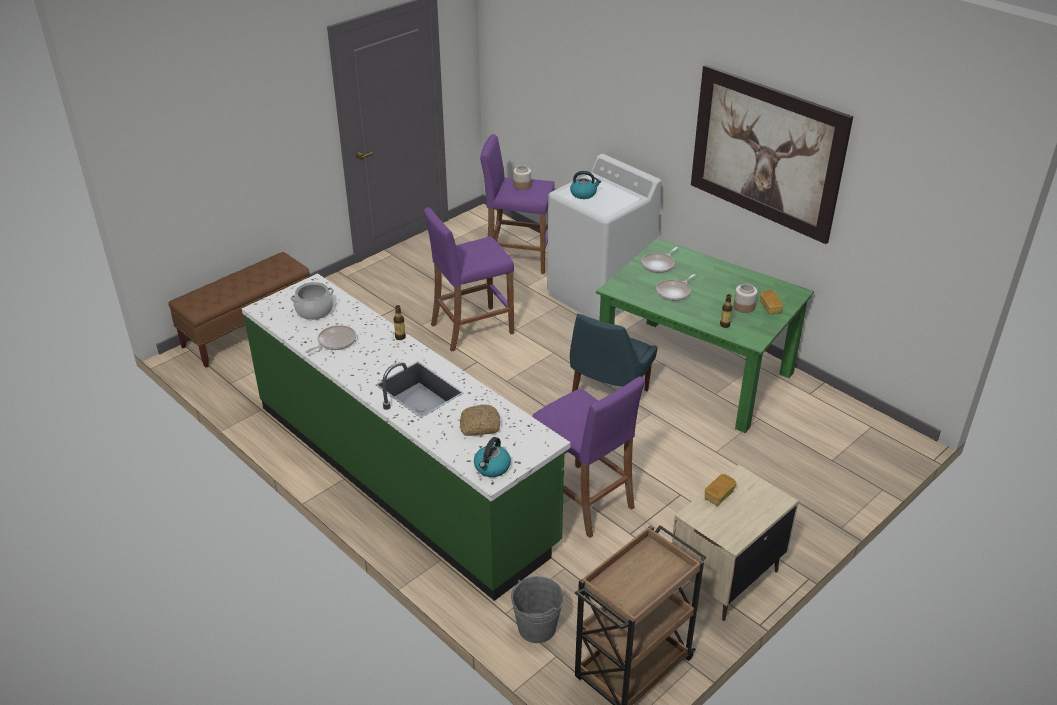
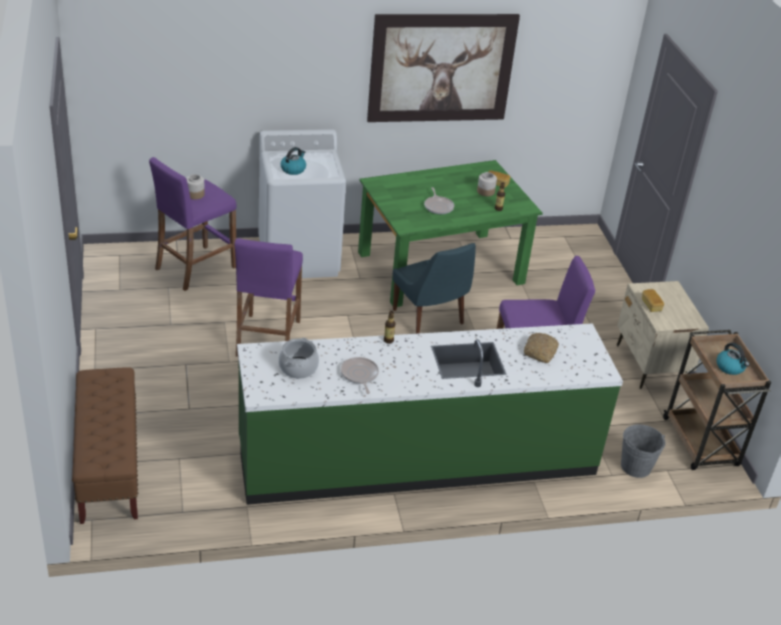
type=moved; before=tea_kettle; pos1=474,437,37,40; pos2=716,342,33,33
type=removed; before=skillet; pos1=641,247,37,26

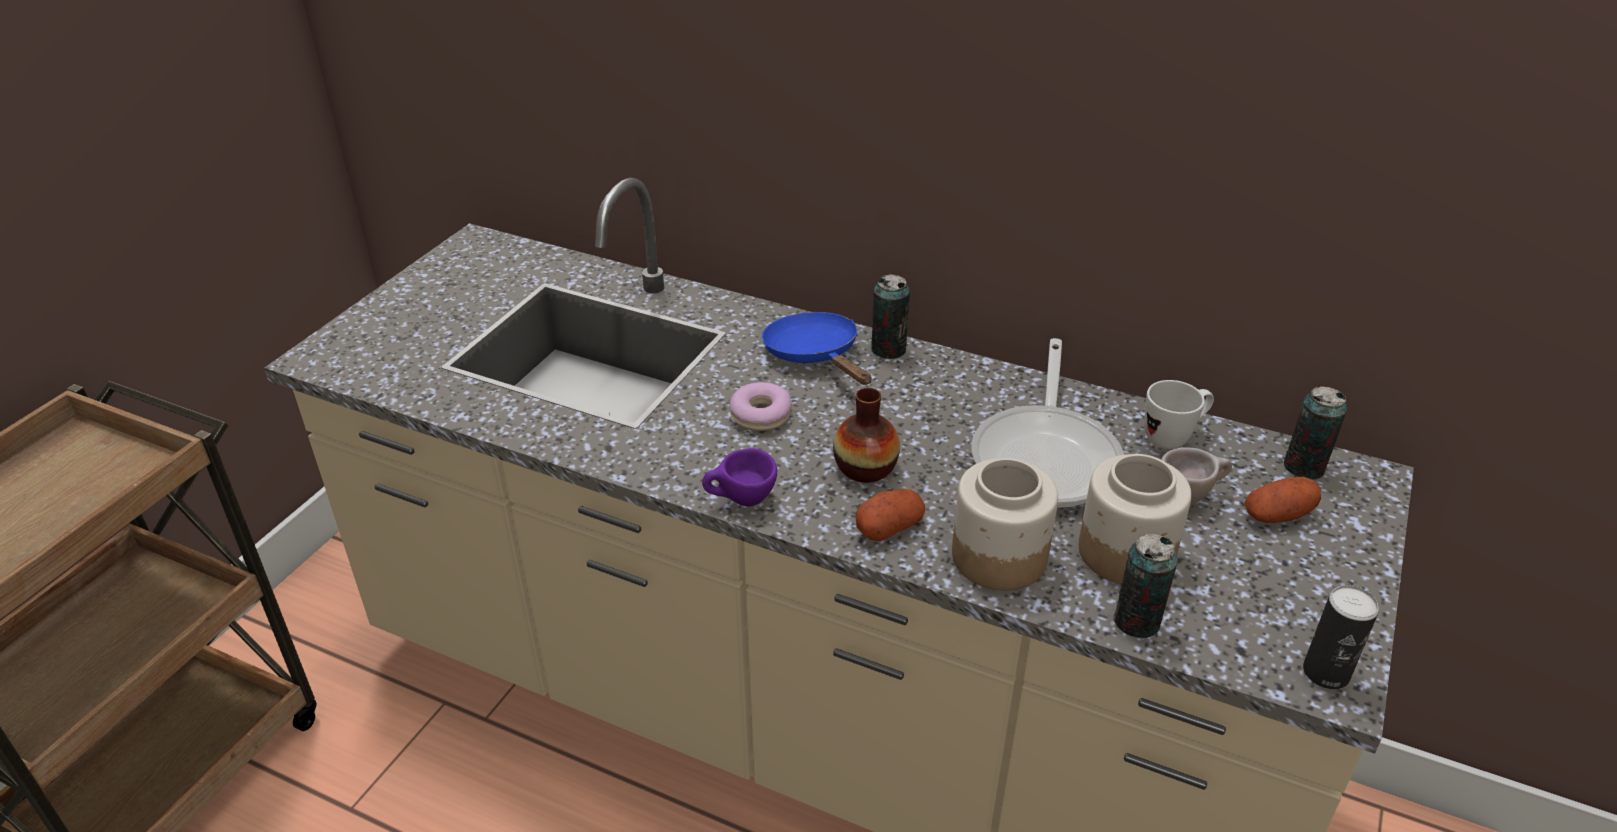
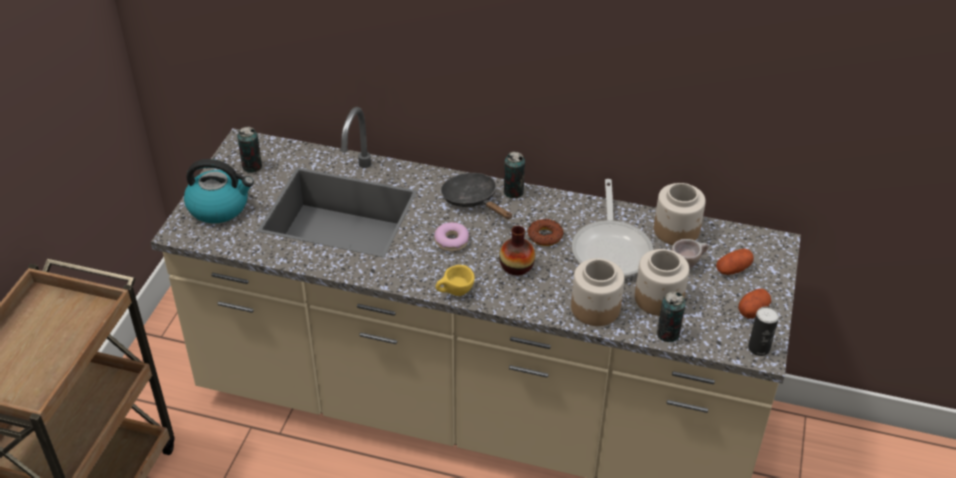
type=recoloured; before=purple_small_cup; after=yellow-coloured_small_cup; pos1=702,448,75,59; pos2=435,265,40,31
type=recoloured; before=blue-coloured_skillet; after=black-coloured_skillet; pos1=762,312,110,73; pos2=441,173,71,46
type=moved; before=spud; pos1=855,489,71,52; pos2=738,289,33,29
type=replaced; before=white-coloured_coffee_mug; after=jar; pos1=1145,380,69,69; pos2=654,183,52,62
type=moved; before=metal_can; pos1=1284,386,63,94; pos2=237,127,25,46
type=added; after=tea_kettle; pos2=184,159,70,64
type=added; after=doughnut; pos2=527,219,37,27

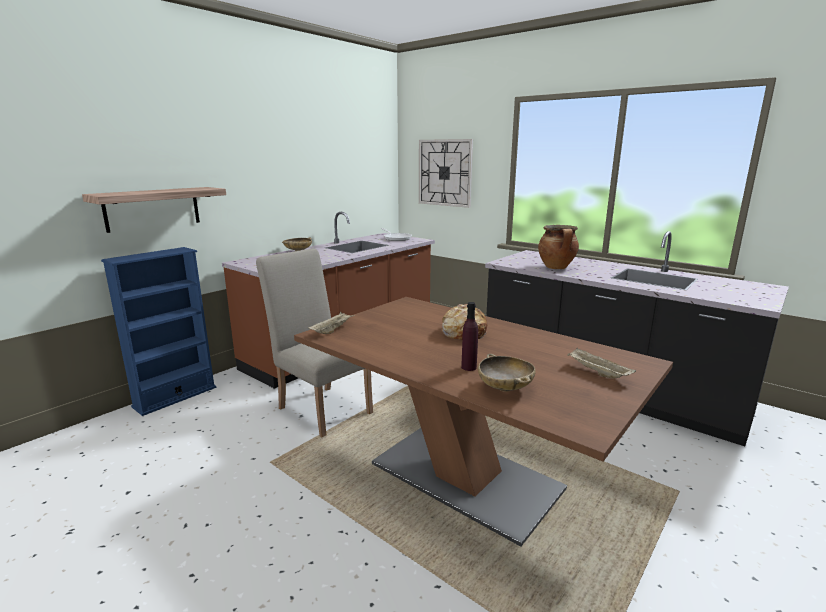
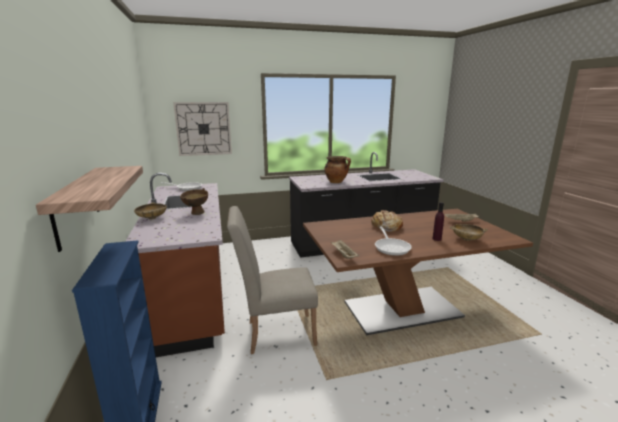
type=added; after=brown_bowl; pos2=180,188,28,27
type=added; after=skillet; pos2=375,227,37,29

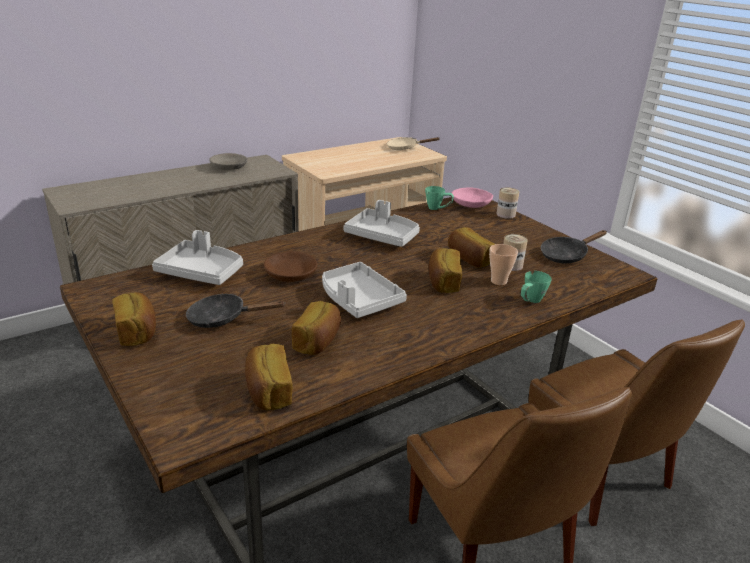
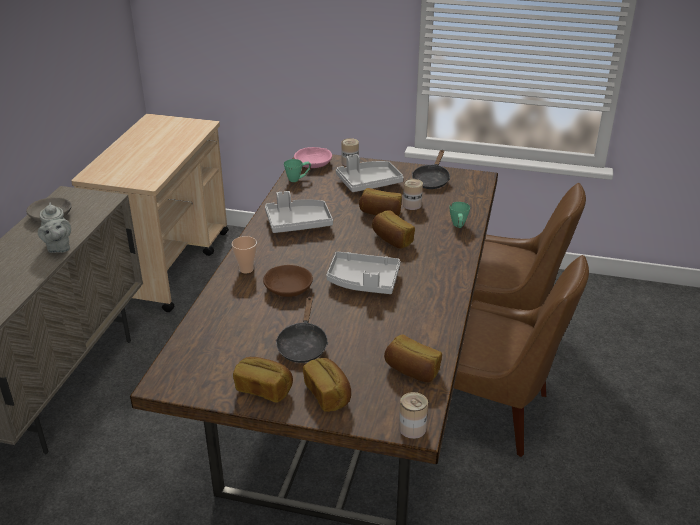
type=moved; before=grey_serving_tray; pos1=152,230,91,55; pos2=336,154,68,38
type=turned; before=black-coloured_skillet; pos1=186,294,100,34; pos2=276,296,52,67; turn=-45
type=moved; before=bakery_bread; pos1=292,301,49,54; pos2=303,358,48,54
type=removed; before=sand-coloured_skillet; pos1=387,137,53,13
type=moved; before=small_cup; pos1=489,244,29,41; pos2=232,236,25,38
type=added; after=grey_tea_pot; pos2=38,203,33,50
type=added; after=metal_can; pos2=399,392,29,47

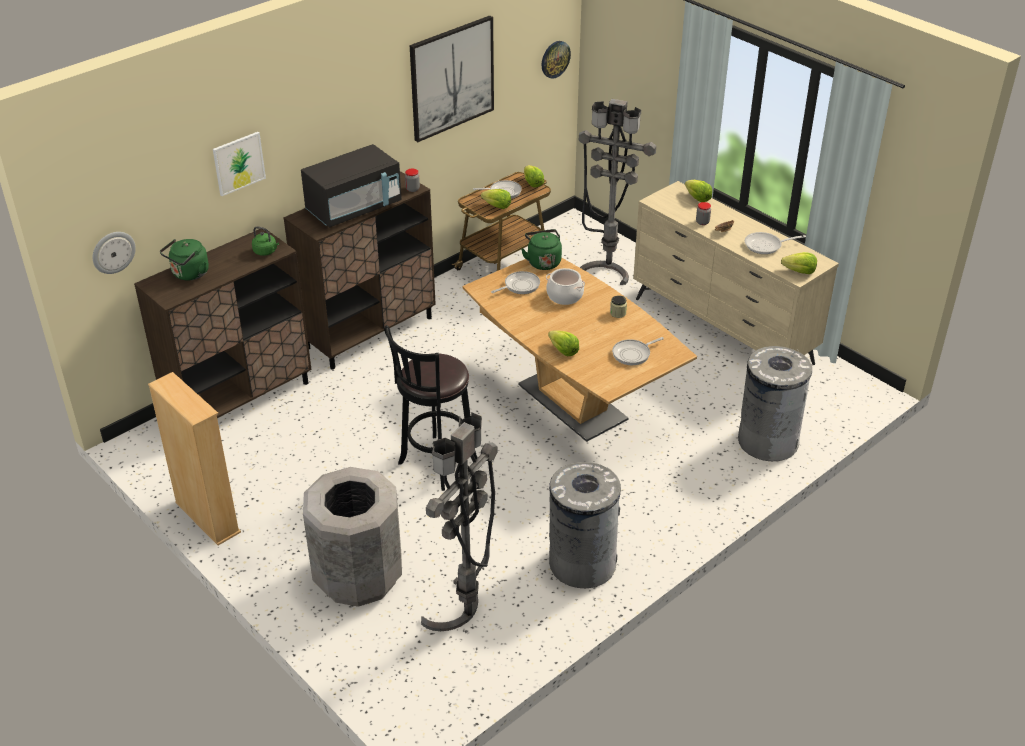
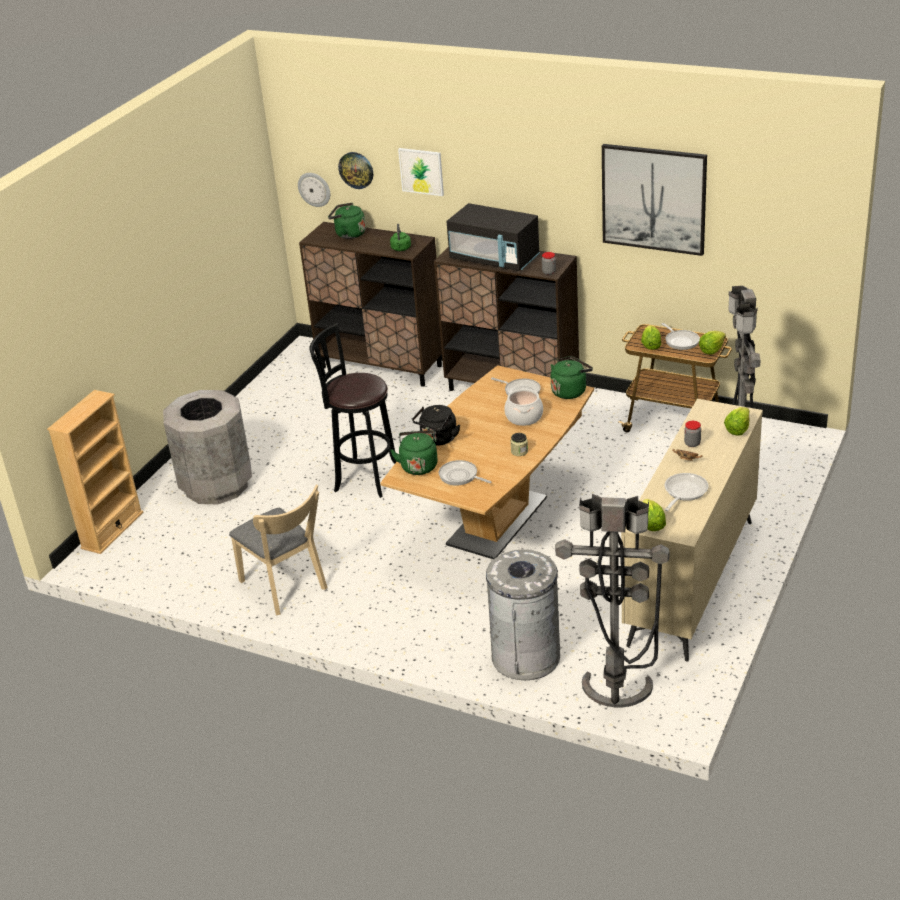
type=moved; before=sand-coloured_shelving_unit; pos1=148,372,93,173; pos2=47,390,96,164
type=moved; before=grey_standard_lamp; pos1=421,412,77,219; pos2=555,494,114,213
type=moved; before=clock_on_the_wall; pos1=542,41,29,38; pos2=338,152,35,37
type=replaced; before=lettuce_head; after=black-coloured_tea_kettle; pos1=548,330,31,26; pos2=412,405,48,41
type=replaced; before=grey_waste_bin; after=sand-coloured_plain_chair; pos1=549,461,72,127; pos2=229,485,98,130
type=turned; before=skillet; pos1=745,232,61,22; pos2=664,473,45,38; turn=60
type=added; after=green-coloured_tea_kettle; pos2=390,430,48,45

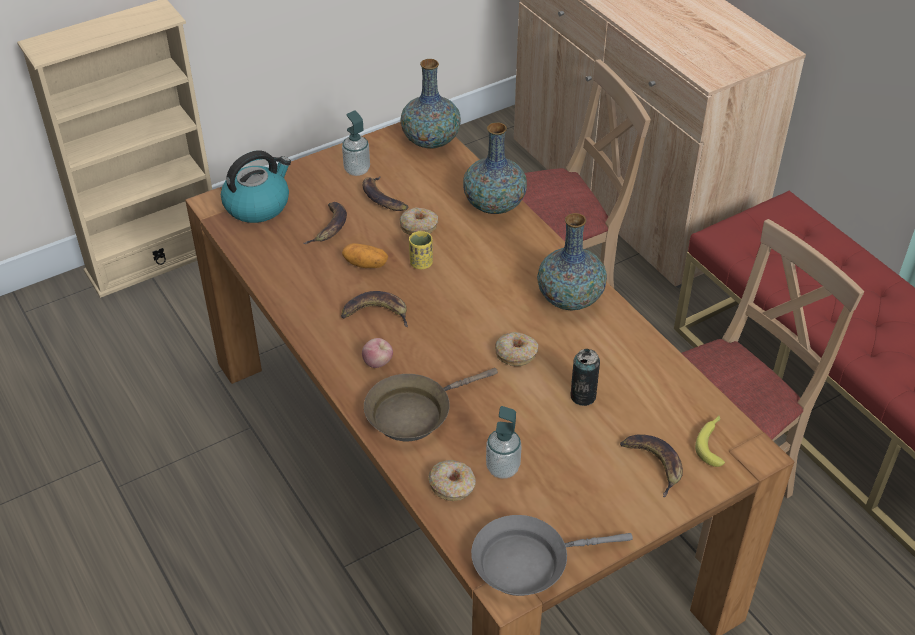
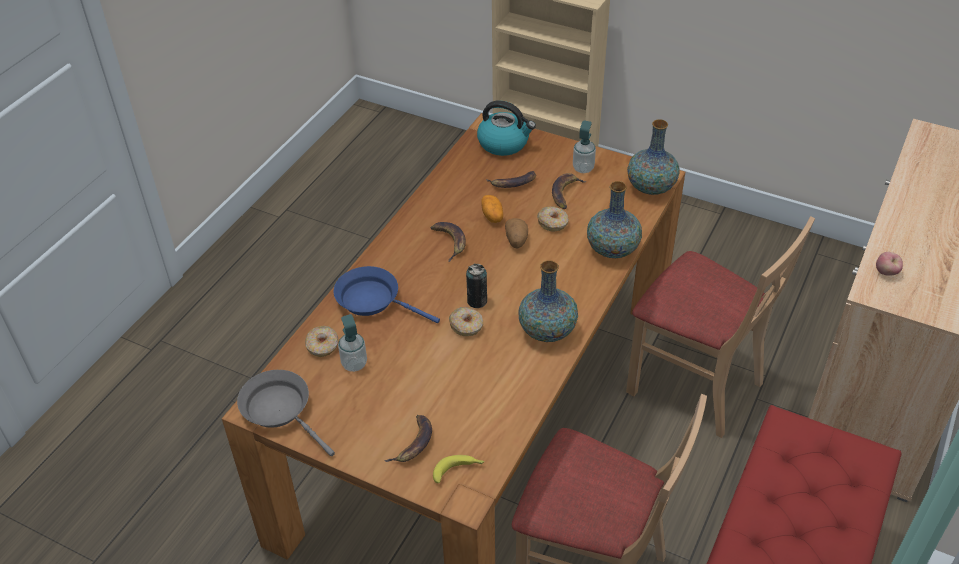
type=moved; before=whole_apple; pos1=362,338,31,30; pos2=876,252,27,24
type=recoloured; before=brown_skillet; after=blue-coloured_skillet; pos1=364,368,134,74; pos2=334,266,106,57
type=replaced; before=yellow-coloured_small_cup; after=spud; pos1=409,231,24,38; pos2=505,218,23,30
type=moved; before=metal_can; pos1=570,349,30,57; pos2=466,264,21,44

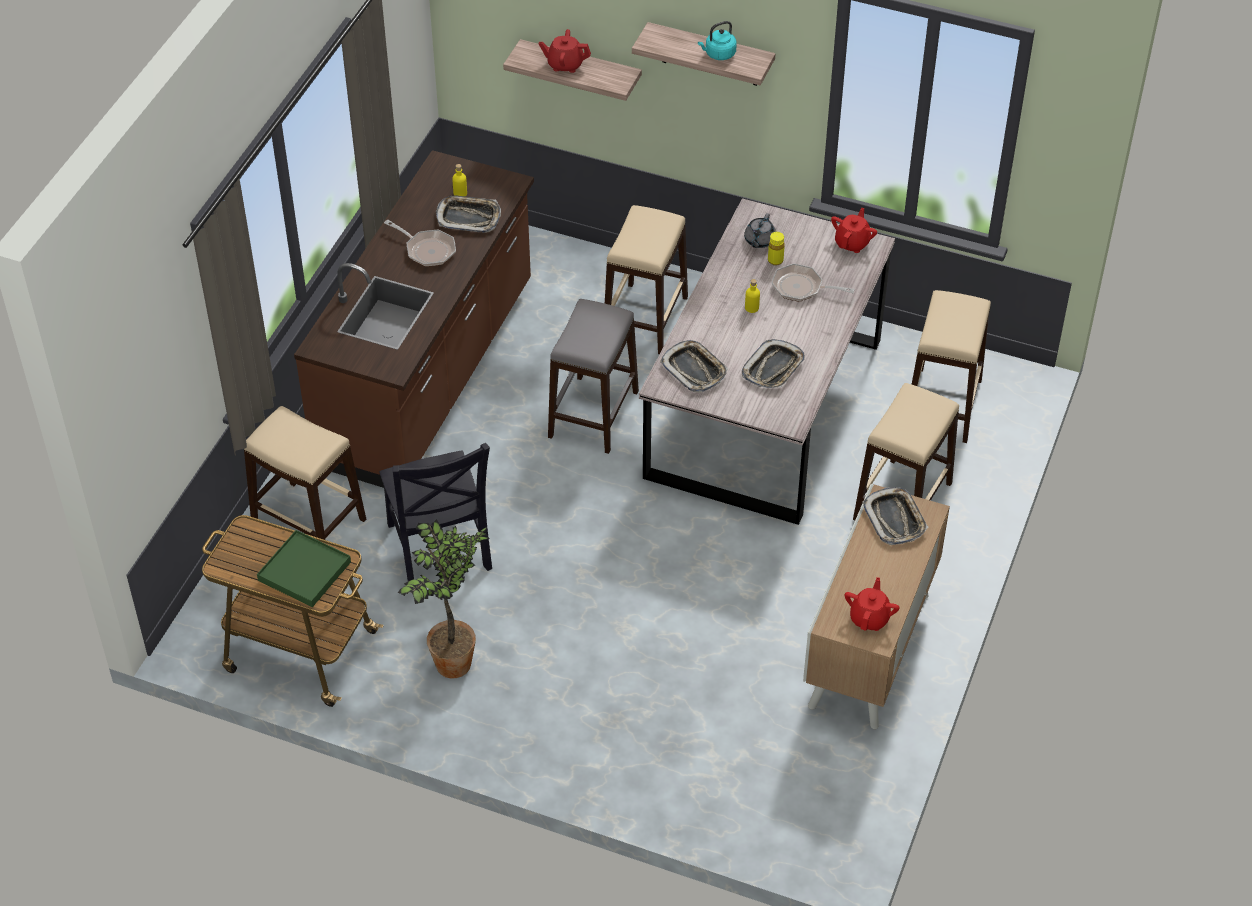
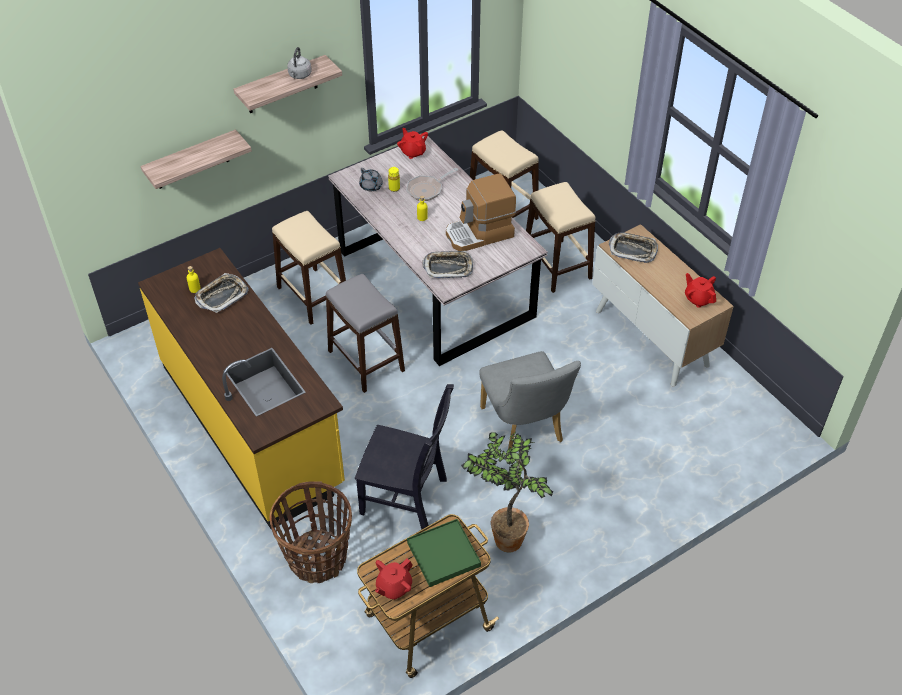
type=replaced; before=sand-coloured_stool; after=basket; pos1=244,406,122,134; pos2=269,481,83,102
type=recoloured; before=brown_kitchen_counter; after=yellow-coloured_kitchen_counter; pos1=294,150,240,338; pos2=138,248,207,281
type=removed; before=skillet; pos1=384,220,72,47
type=moved; before=red-coloured_tea_pot; pos1=539,29,52,44; pos2=375,558,38,42
type=recoloured; before=blue-green_tea_kettle; after=grey_tea_kettle; pos1=698,21,39,39; pos2=287,47,25,32
type=replaced; before=serving_tray; after=coffee_maker; pos1=742,339,63,49; pos2=446,173,70,78
type=added; after=grey_plain_chair; pos2=479,351,102,98

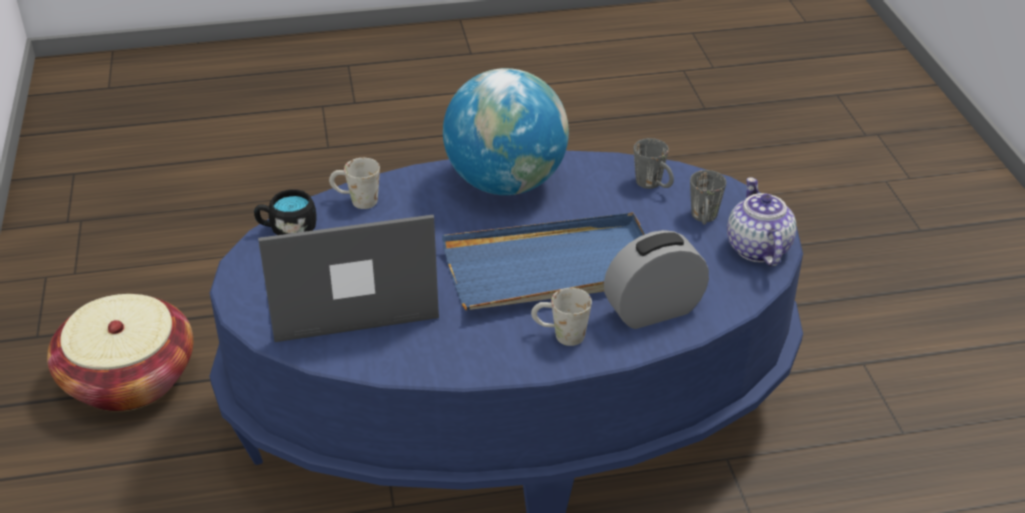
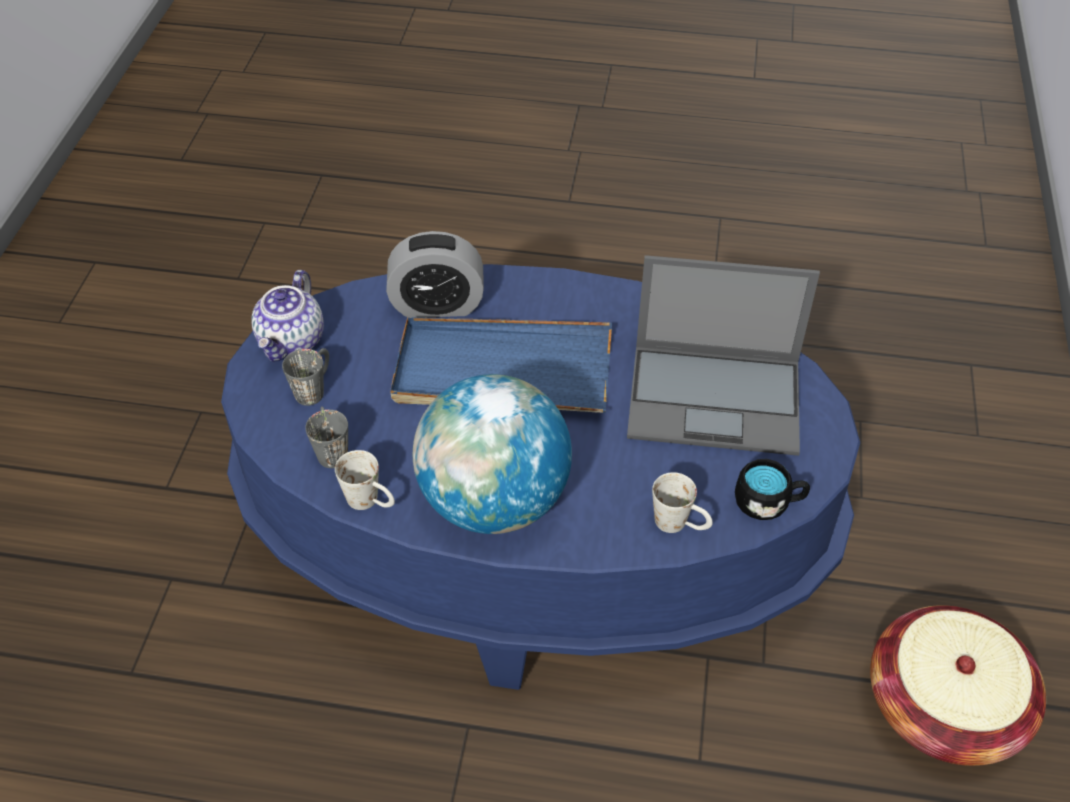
type=moved; before=white-coloured_coffee_mug; pos1=531,288,61,58; pos2=335,450,60,60

